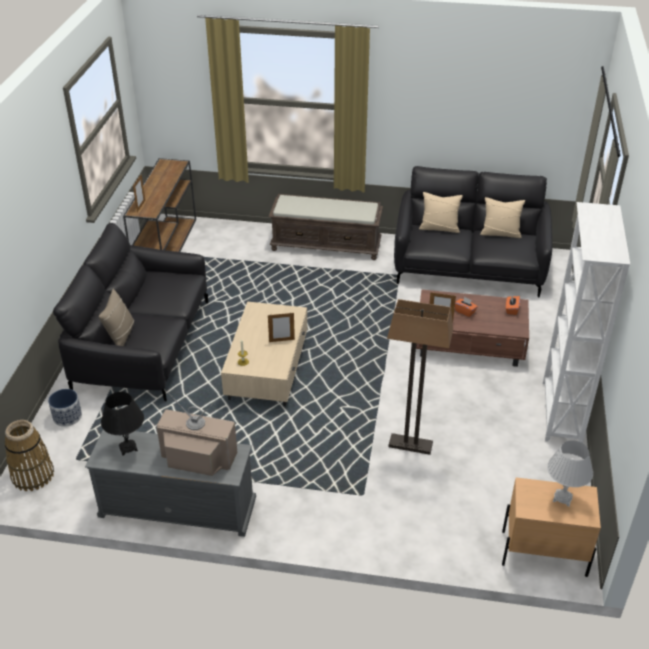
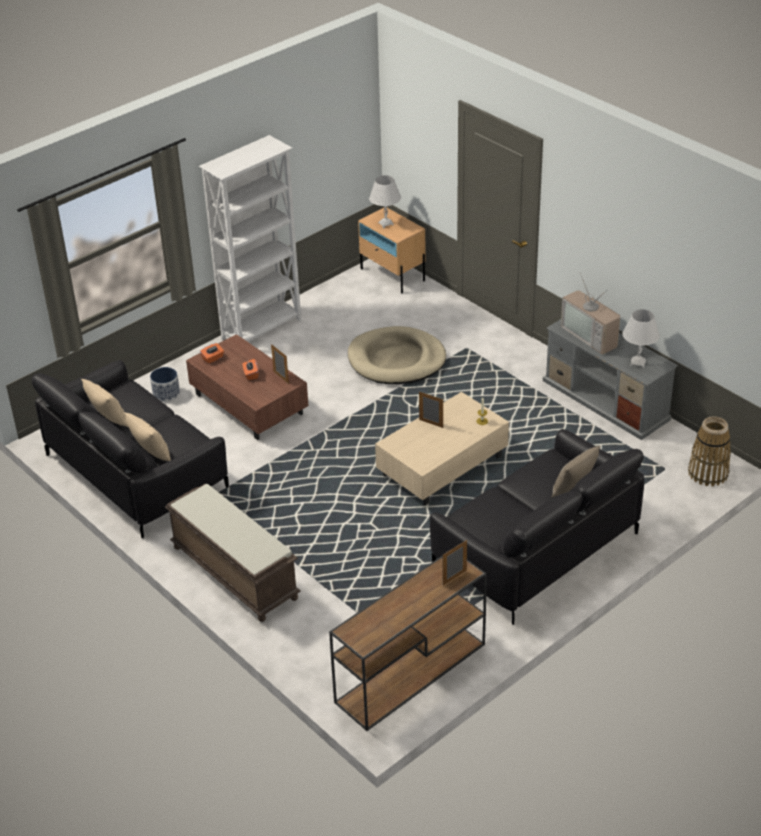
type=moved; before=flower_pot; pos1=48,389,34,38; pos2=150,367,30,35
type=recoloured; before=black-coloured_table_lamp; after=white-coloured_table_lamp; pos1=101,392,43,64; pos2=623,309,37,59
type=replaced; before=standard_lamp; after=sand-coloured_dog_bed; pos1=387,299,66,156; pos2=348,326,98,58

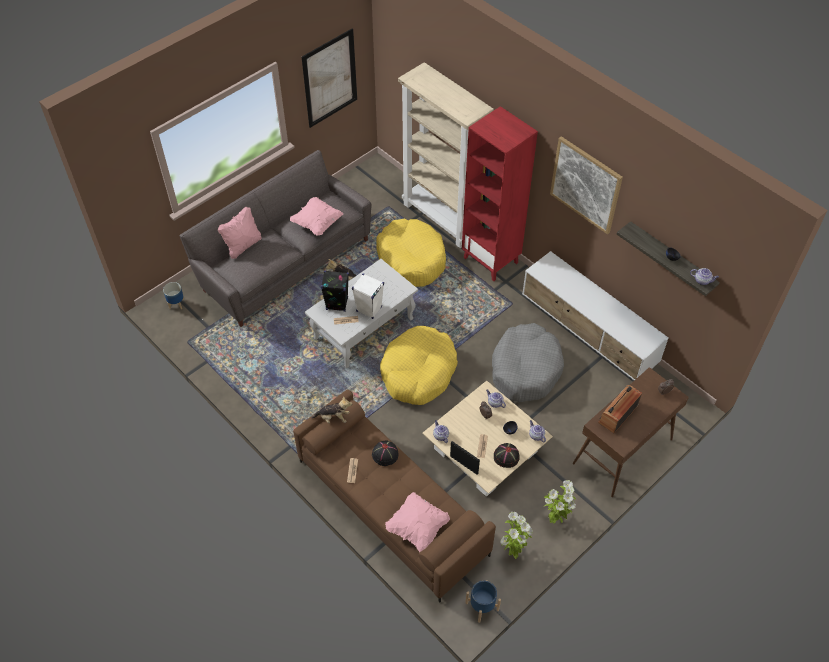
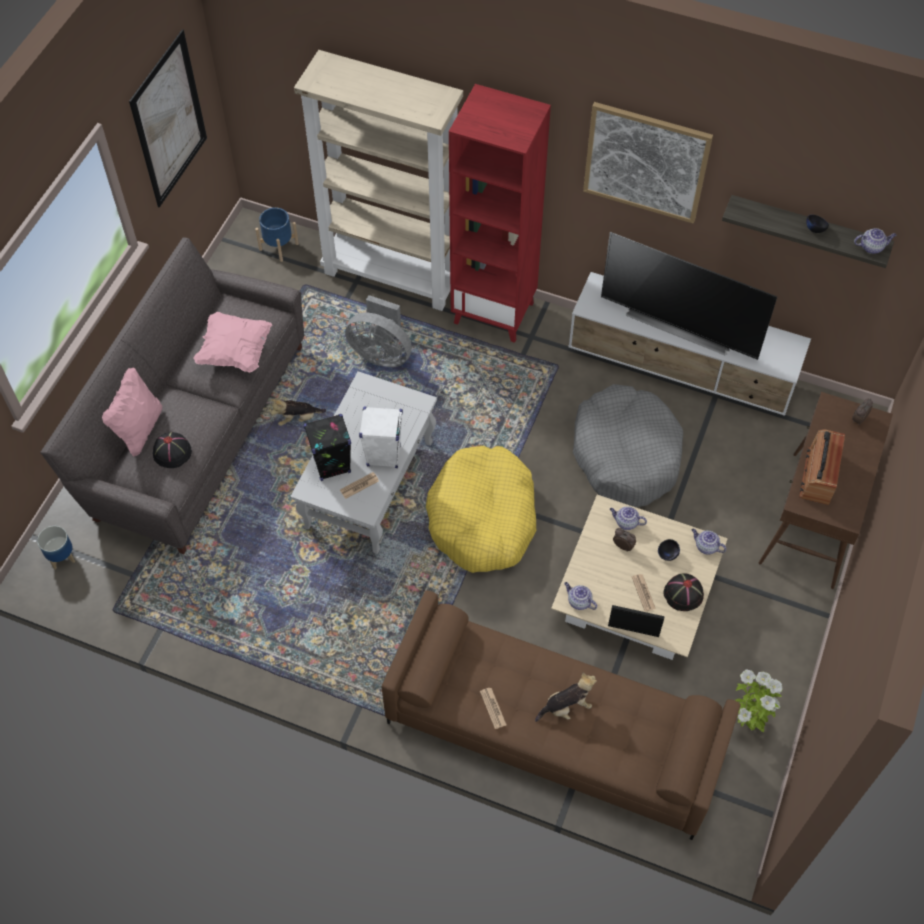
type=moved; before=plush_toy; pos1=311,396,41,27; pos2=535,672,62,50
type=moved; before=black-coloured_wearable_hat; pos1=372,440,27,26; pos2=153,432,39,36
type=replaced; before=yellow-coloured_dog_bed; after=grey_cooling_fan; pos1=376,218,70,69; pos2=345,295,67,72
type=removed; before=pink-coloured_pillow; pos1=385,492,65,60
type=moved; before=blue-coloured_flower_pot; pos1=465,580,36,43; pos2=255,207,44,55
type=removed; before=potted_plant; pos1=543,480,33,44
type=added; after=TV; pos2=601,232,176,128

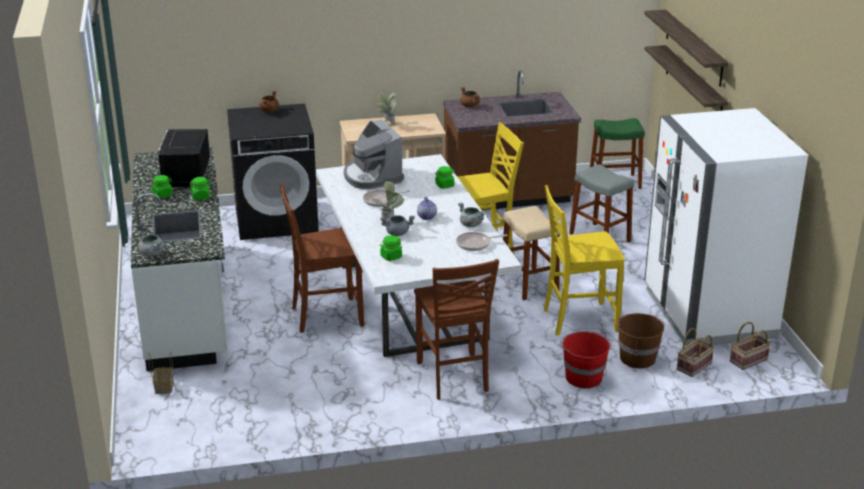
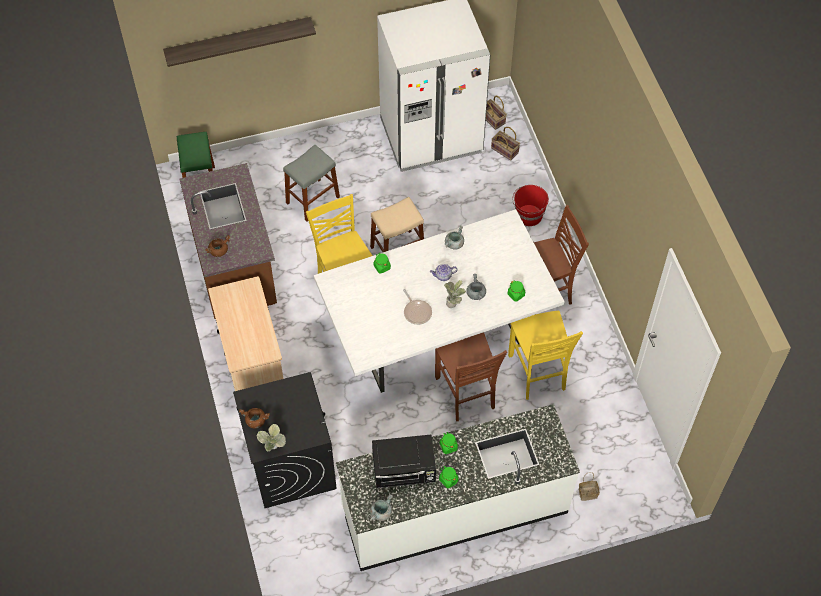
type=moved; before=grey_saucepot; pos1=136,231,28,25; pos2=370,494,23,27
type=removed; before=coffee_maker; pos1=344,120,60,69
type=moved; before=potted_plant; pos1=376,92,21,33; pos2=256,424,30,28
type=removed; before=skillet; pos1=456,232,52,19
type=moved; before=yellow-coloured_plain_chair; pos1=544,185,81,150; pos2=508,311,75,89
type=removed; before=brown_water_bucket; pos1=617,313,48,55
type=removed; before=wall_shelf; pos1=645,45,83,66

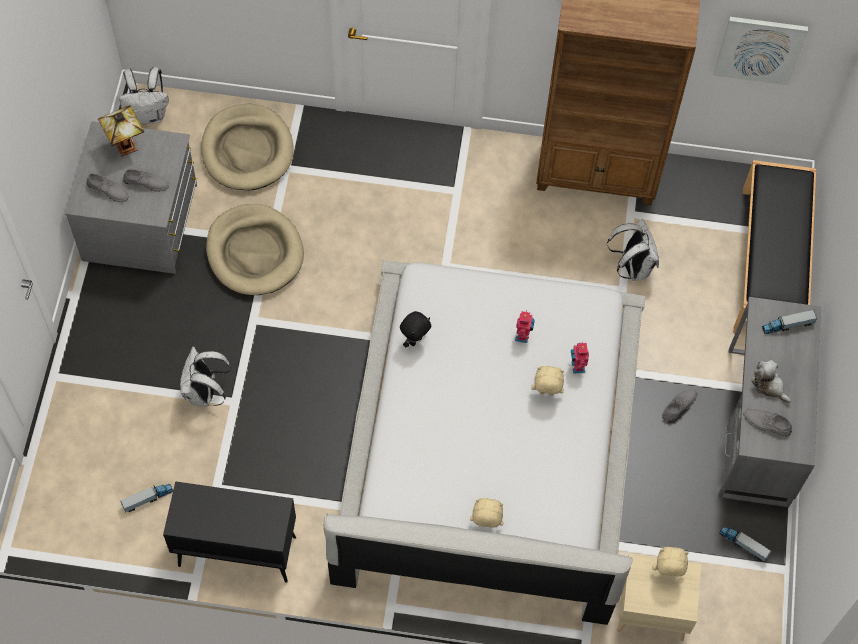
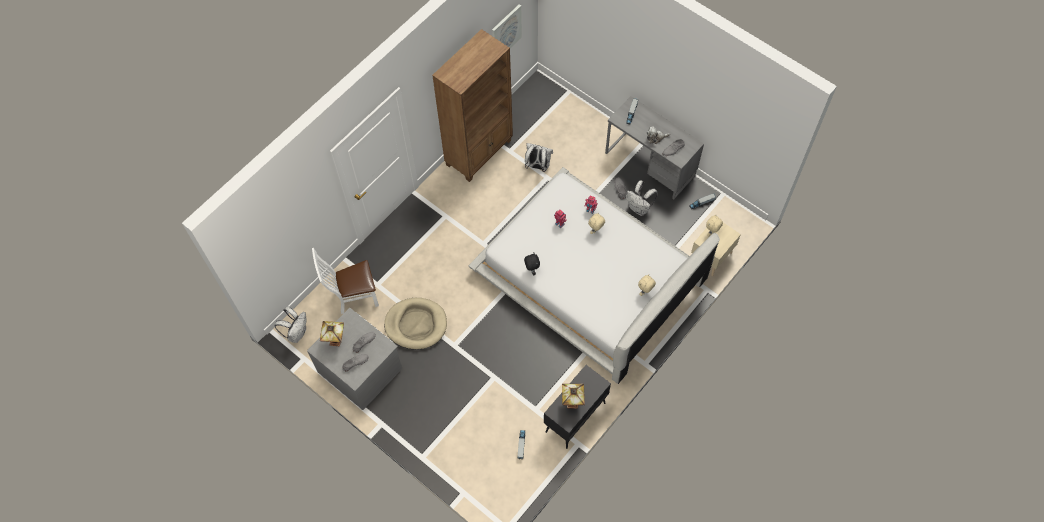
type=moved; before=white-coloured_backpack; pos1=180,347,52,60; pos2=626,180,32,36
type=replaced; before=sand-coloured_dog_bed; after=white-coloured_plain_chair; pos1=201,104,93,86; pos2=312,248,67,66
type=removed; before=black-coloured_indoor_bench; pos1=733,160,83,173
type=added; after=table_lamp; pos2=562,384,23,25

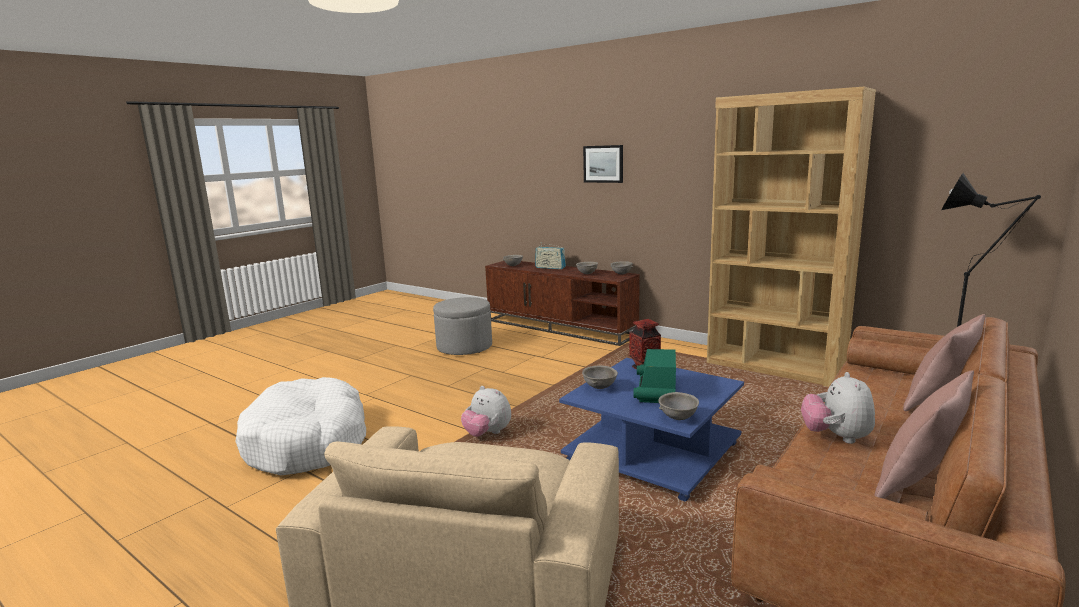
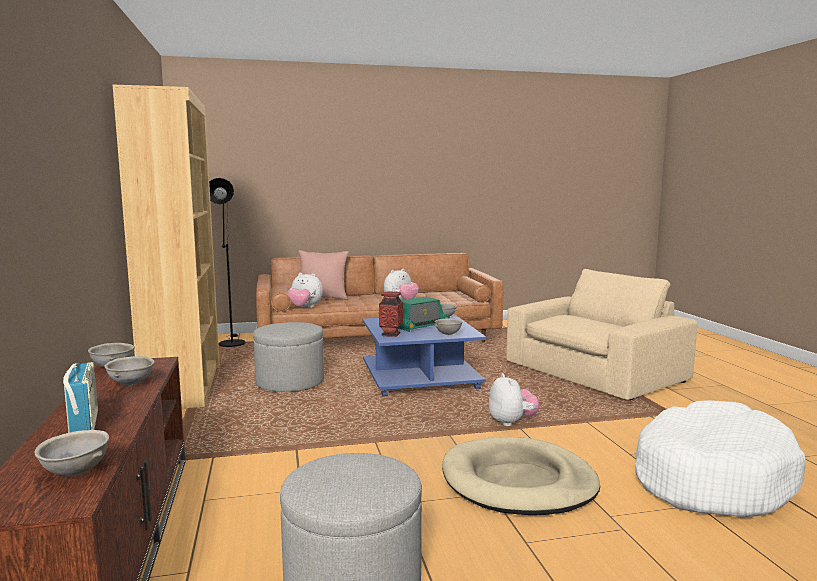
type=removed; before=wall_picture; pos1=583,145,40,38
type=removed; before=pink-coloured_pillow; pos1=874,370,100,129
type=added; after=grey_pouffe; pos2=253,322,71,70
type=added; after=plush_toy; pos2=287,273,36,35
type=added; after=sand-coloured_dog_bed; pos2=442,437,158,78

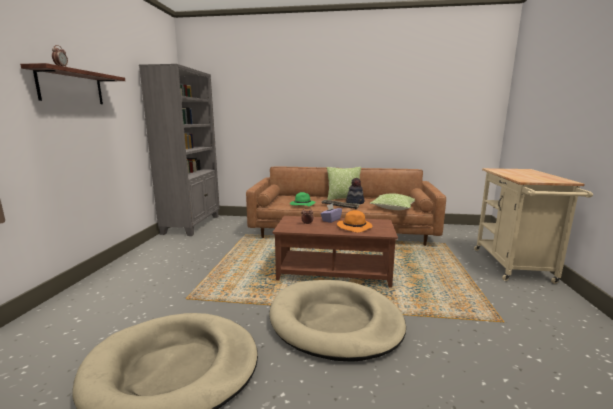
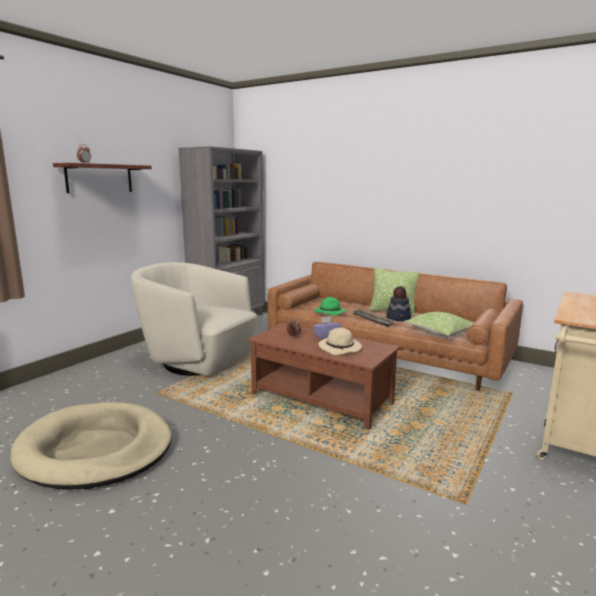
type=removed; before=sand-coloured_dog_bed; pos1=269,280,137,82
type=recoloured; before=orange-coloured_wearable_hat; after=sand-coloured_wearable_hat; pos1=337,210,36,23; pos2=319,328,43,27
type=added; after=sand-coloured_easy_chair; pos2=131,262,127,114

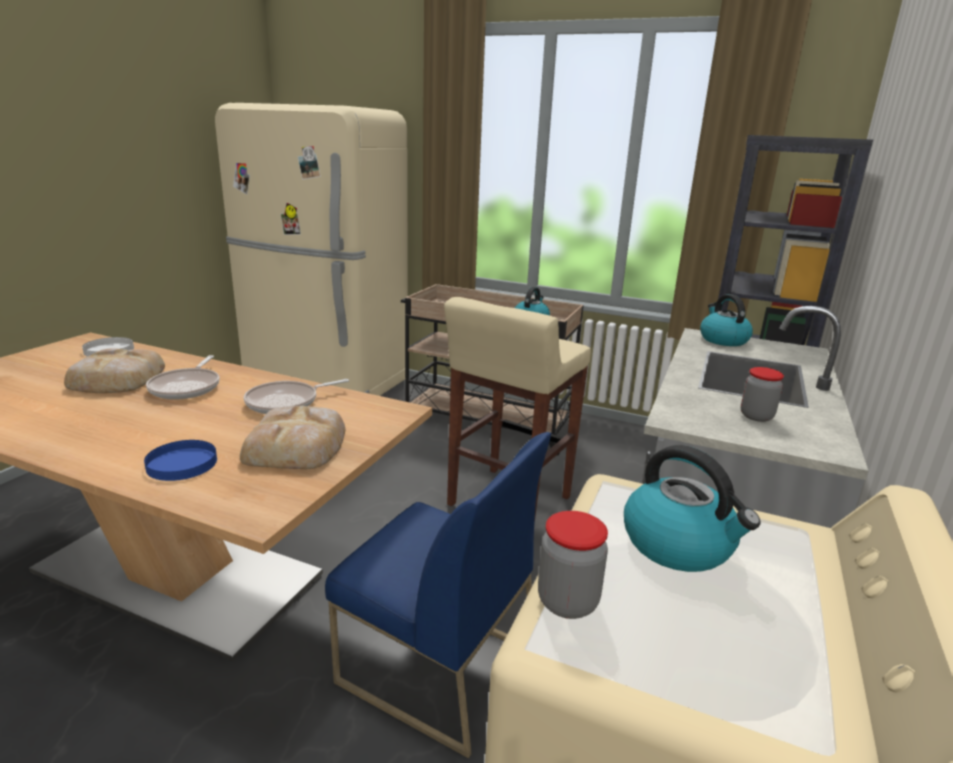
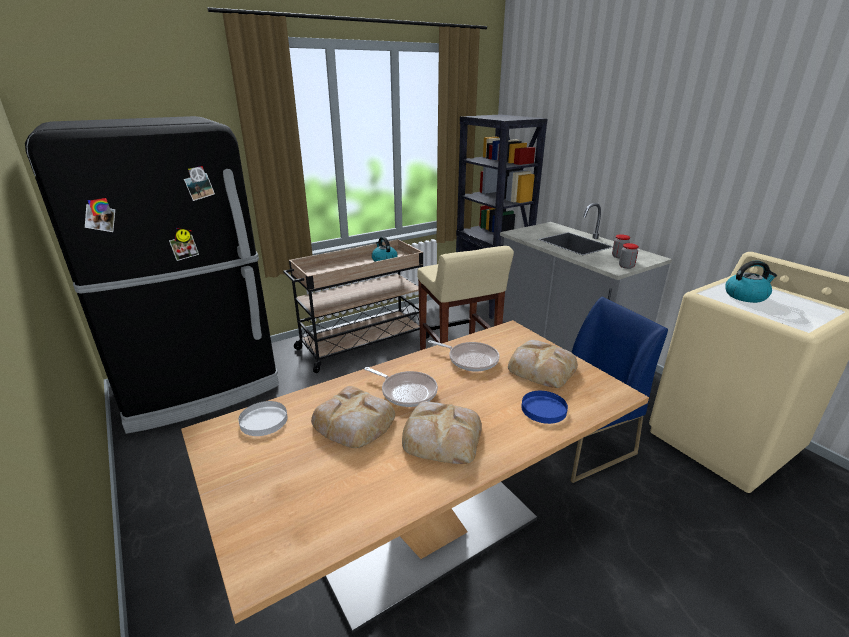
type=recoloured; before=sand-coloured_refrigerator; after=black-coloured_refrigerator; pos1=215,103,193,293; pos2=25,116,254,318
type=turned; before=skillet; pos1=244,379,105,35; pos2=428,340,72,32; turn=-60
type=moved; before=jar; pos1=538,511,70,108; pos2=619,243,20,26
type=removed; before=tea_kettle; pos1=700,294,53,52
type=added; after=bakery_bread; pos2=402,401,80,63

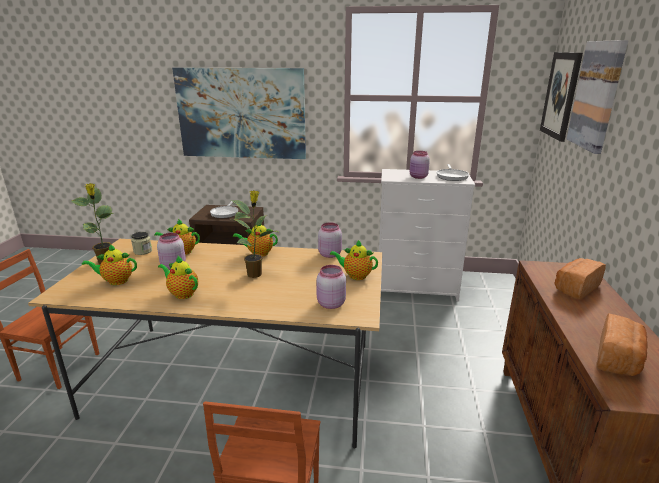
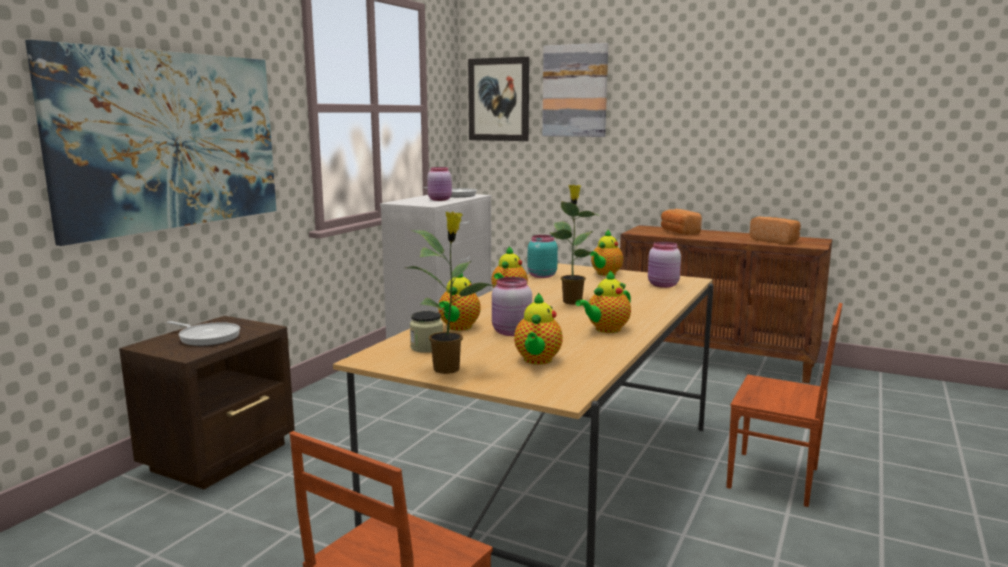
type=recoloured; before=pink-coloured_jar; after=blue-green_jar; pos1=318,222,24,36; pos2=528,235,30,43

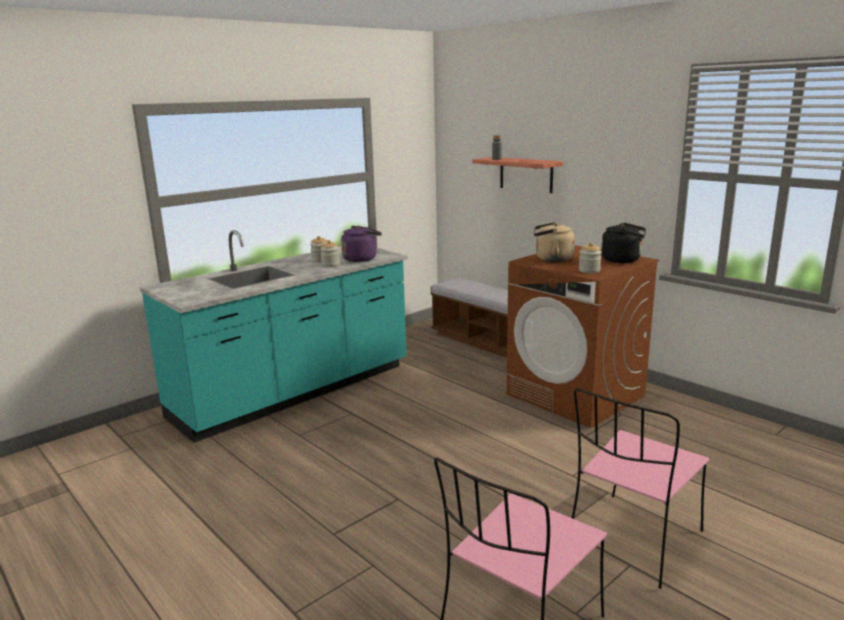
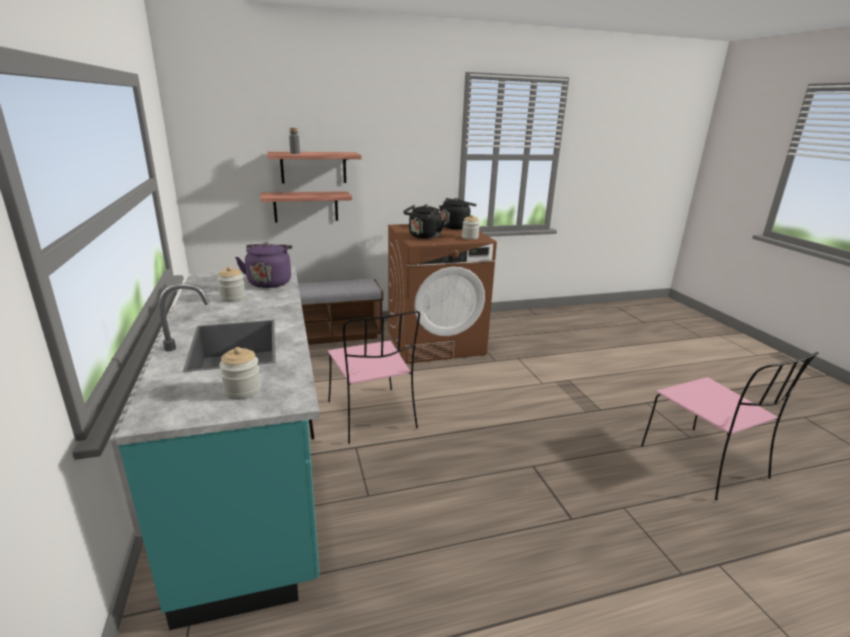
type=moved; before=jar; pos1=320,240,20,27; pos2=219,347,42,53
type=recoloured; before=sand-coloured_tea_kettle; after=black-coloured_tea_kettle; pos1=534,222,41,40; pos2=403,204,42,35
type=moved; before=pink-coloured_plain_chair; pos1=572,388,137,201; pos2=328,311,92,133
type=added; after=wall_shelf; pos2=260,191,92,32

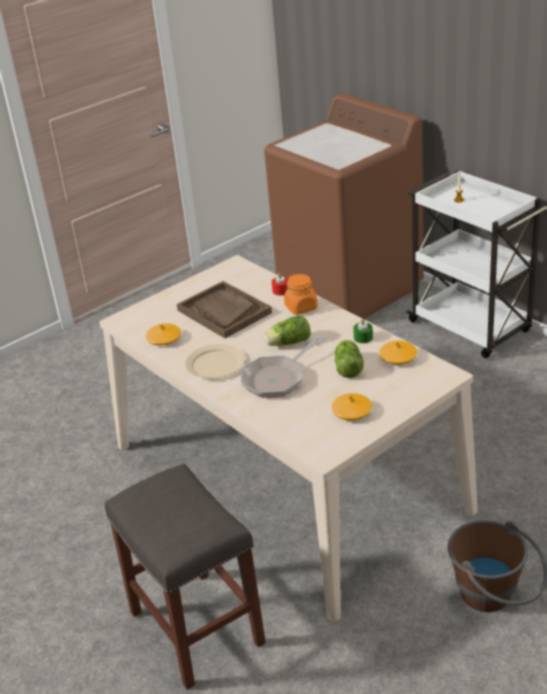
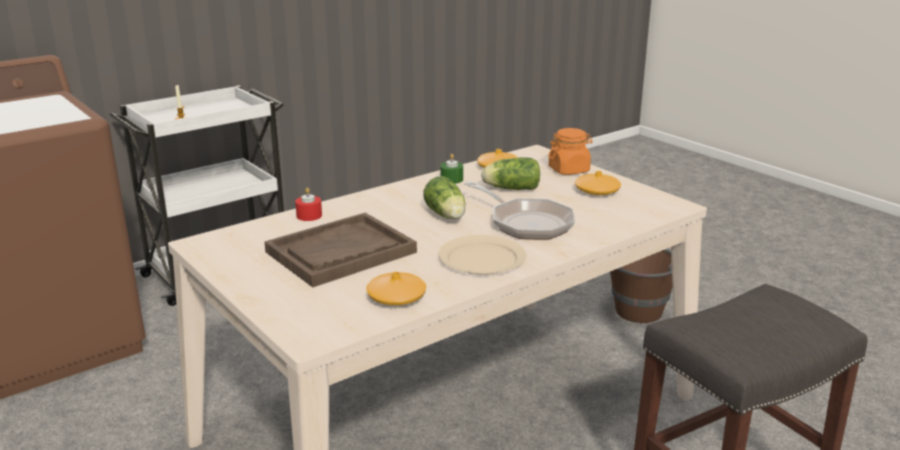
type=moved; before=orange-coloured_jar; pos1=284,274,34,41; pos2=548,128,45,47

